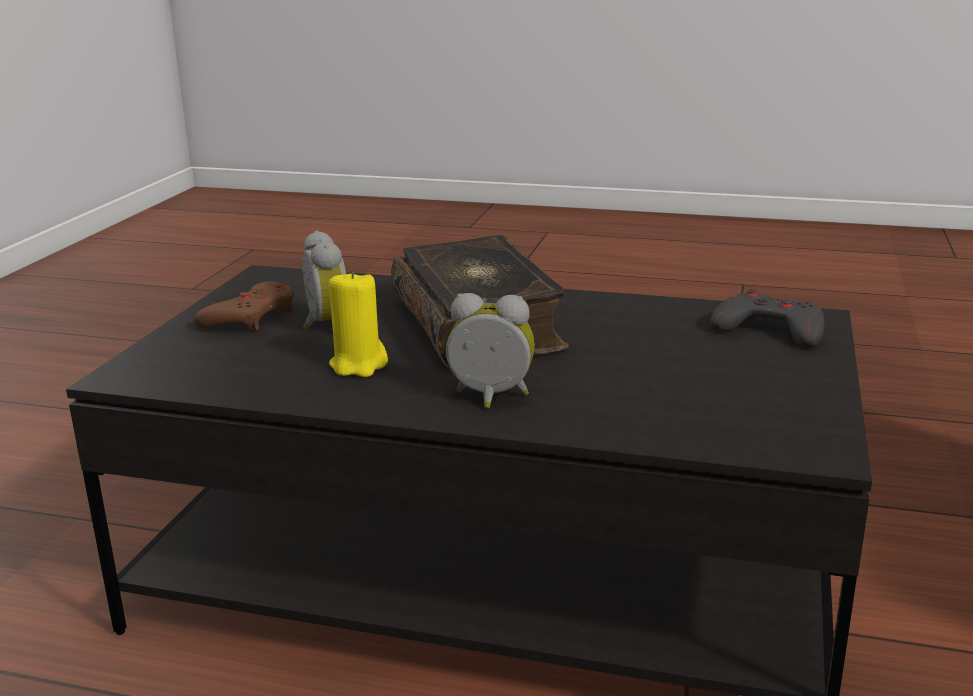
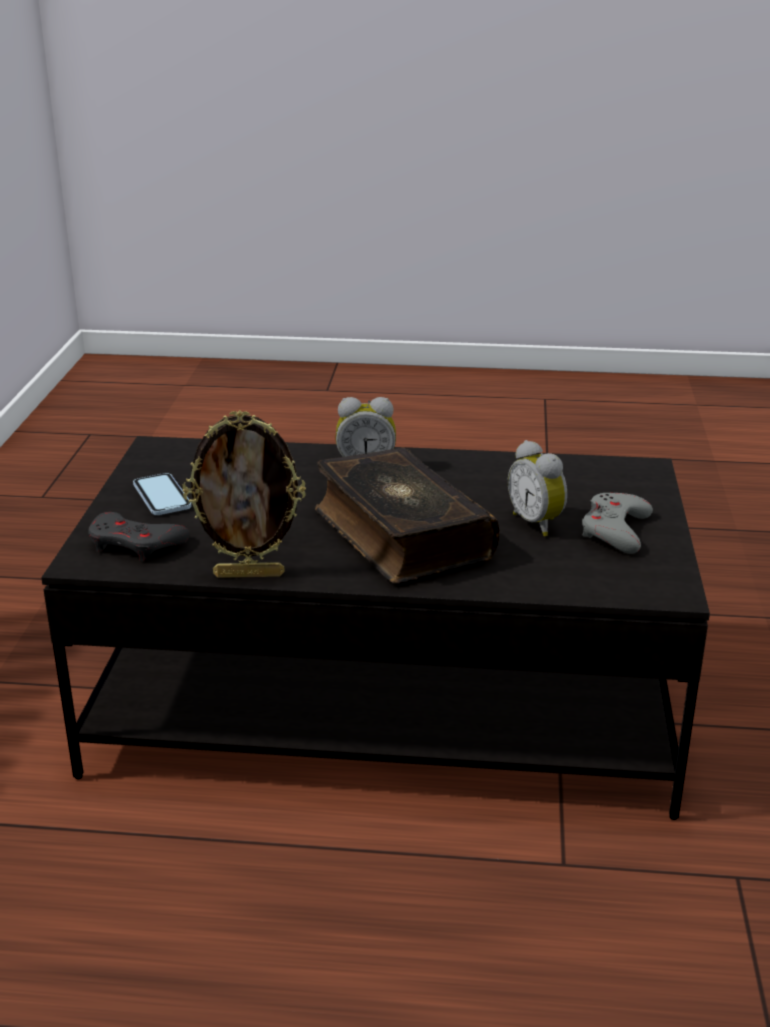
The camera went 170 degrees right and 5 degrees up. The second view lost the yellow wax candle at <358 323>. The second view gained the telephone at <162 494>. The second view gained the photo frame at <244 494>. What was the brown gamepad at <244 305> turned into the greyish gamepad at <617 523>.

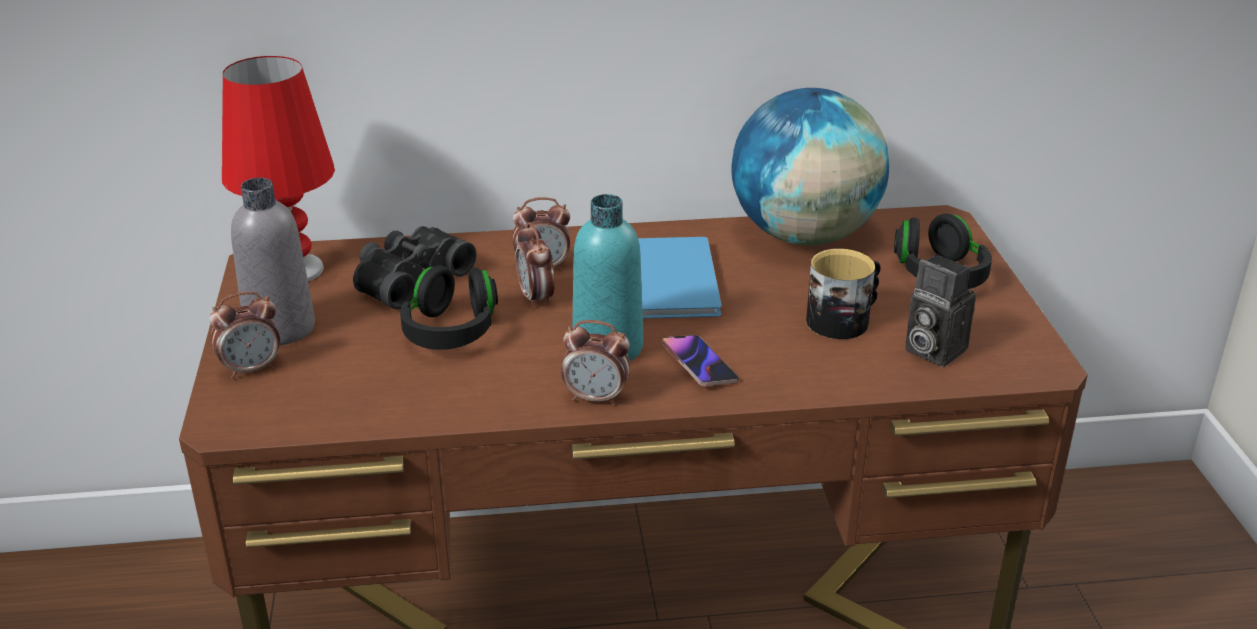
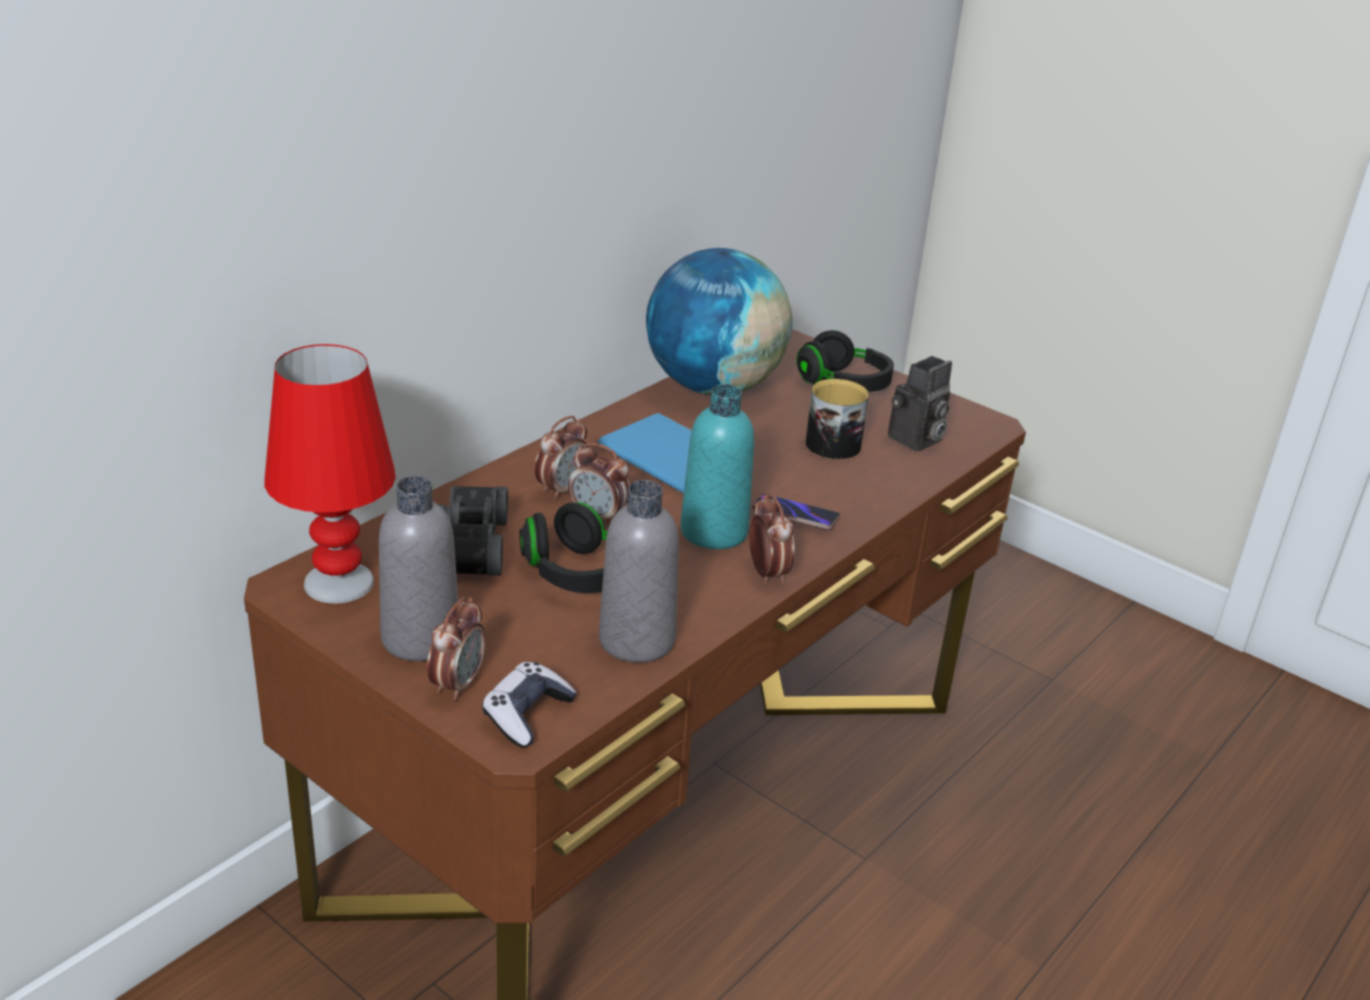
The camera went 45 degrees left and 0 degrees up. The second view gained the gamepad at <529 704>. The second view gained the greyish bottle at <639 571>. The alarm clock at <595 363> ended up facing another way, 75 degrees counterclockwise from before. The photo camera at <940 310> ended up facing another way, 45 degrees counterclockwise from before.

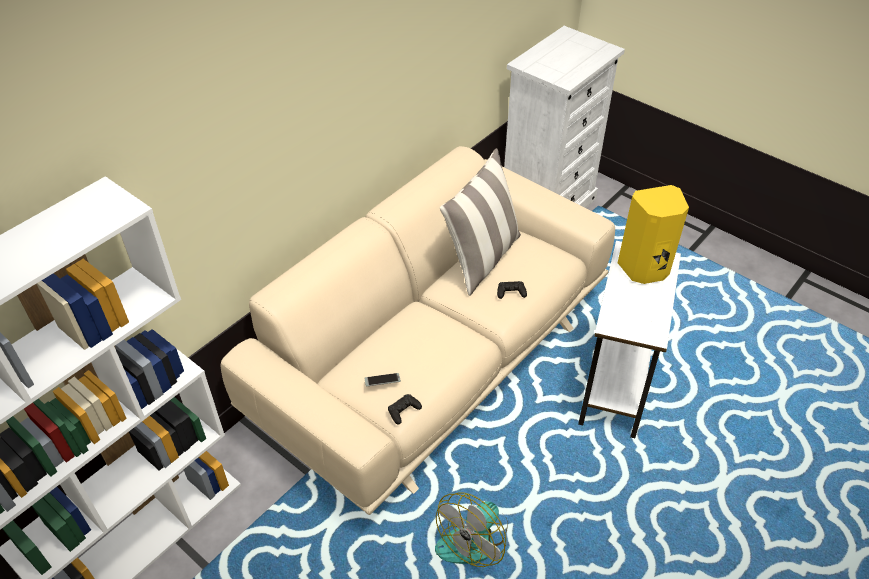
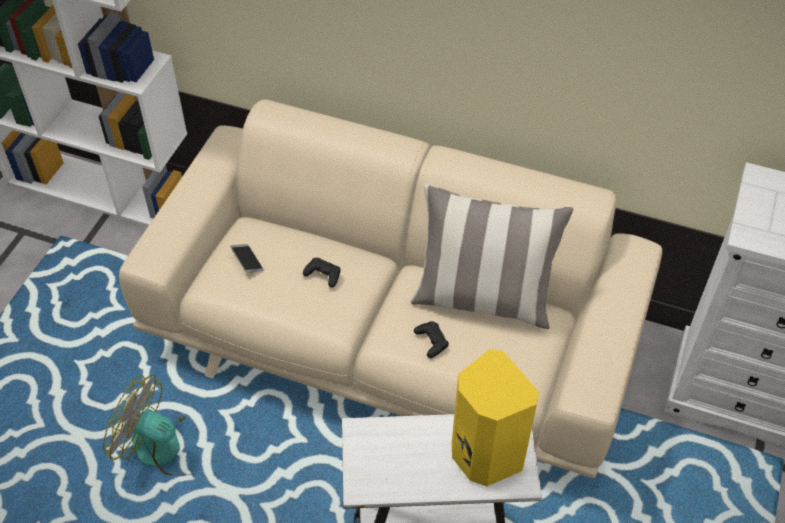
The camera went 70 degrees right and 5 degrees up. The black-coloured gamepad ended up elsewhere, having gone from <405 409> to <322 273>.

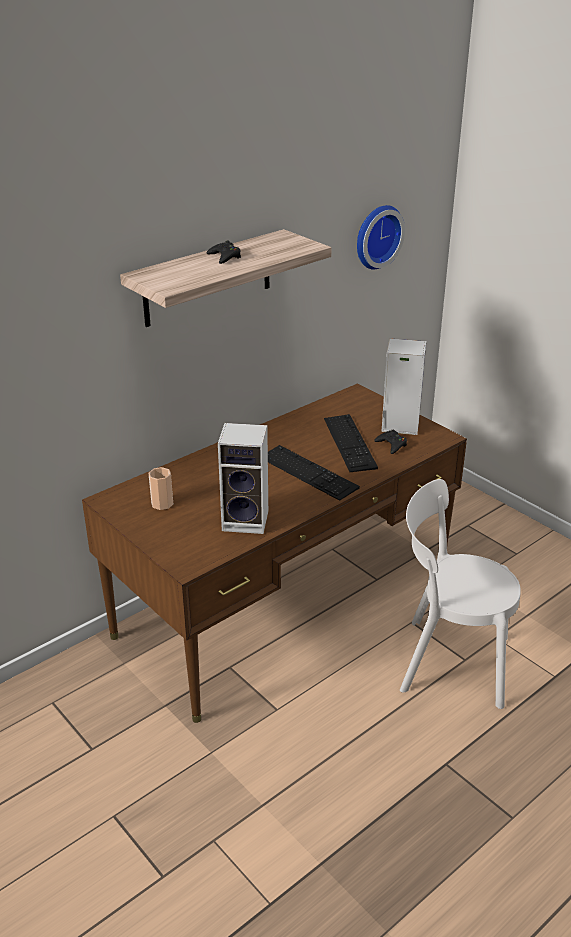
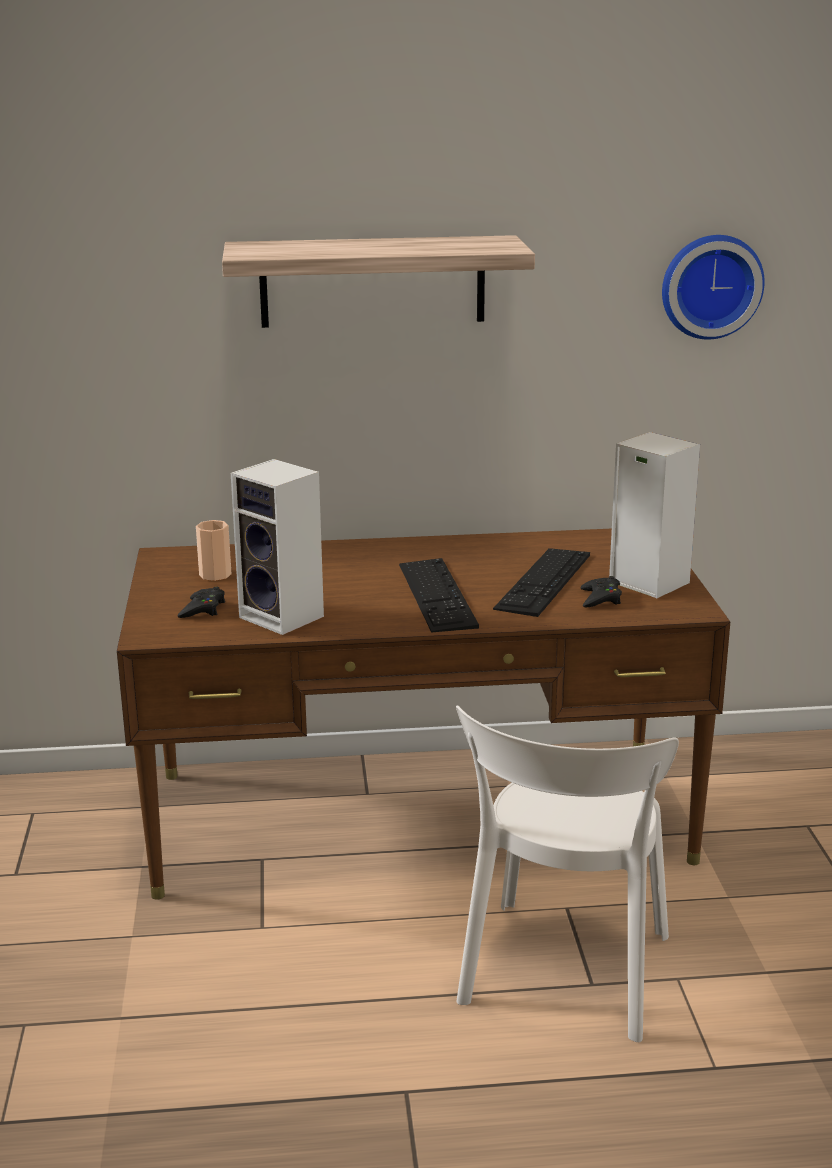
The camera went 35 degrees right and 10 degrees down. The black-coloured gamepad ended up elsewhere, having gone from <224 252> to <201 602>. The white-coloured chair at <460 594> ended up facing another way, 120 degrees counterclockwise from before.

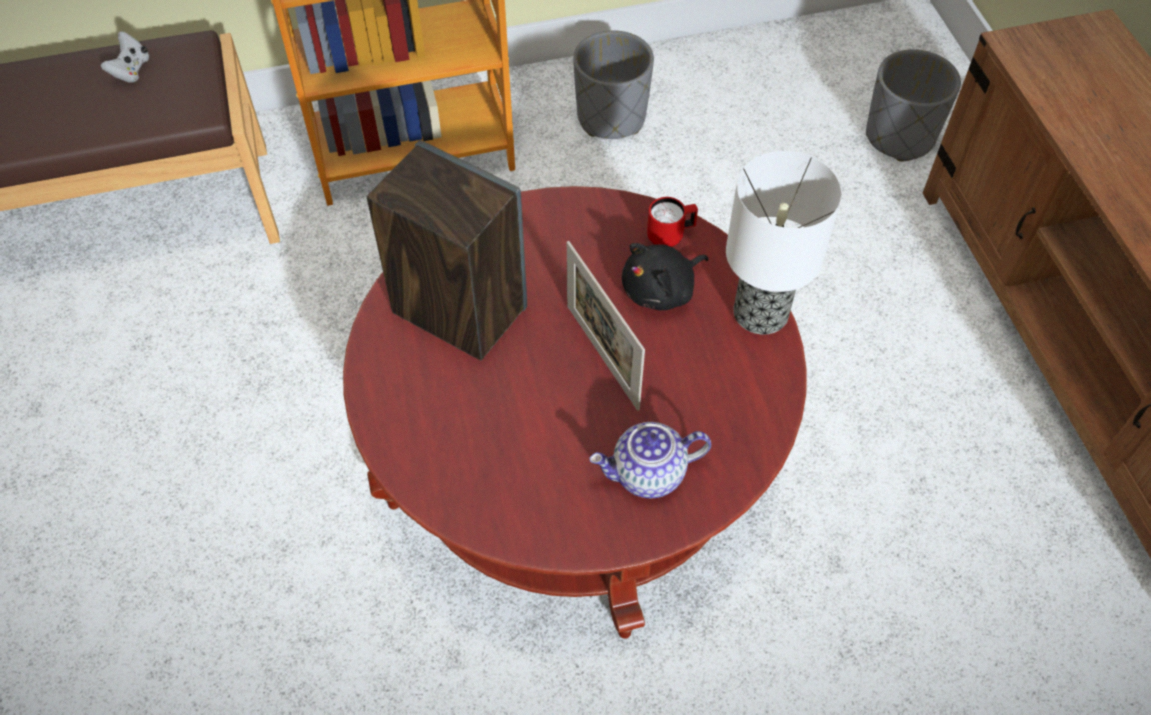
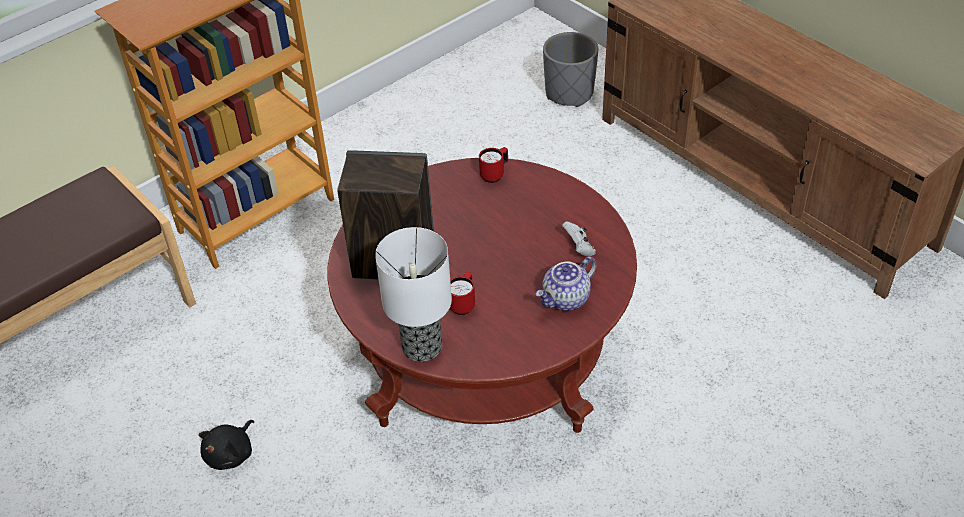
The camera went 25 degrees left and 10 degrees down. The second view lost the photo frame at <606 326>. The second view lost the greyish plant pot at <613 84>. The second view gained the red coffee mug at <462 293>. The white-coloured gamepad ended up elsewhere, having gone from <125 57> to <579 239>. The black-coloured plush toy ended up elsewhere, having gone from <665 277> to <226 445>. The table lamp ended up elsewhere, having gone from <784 242> to <413 294>.

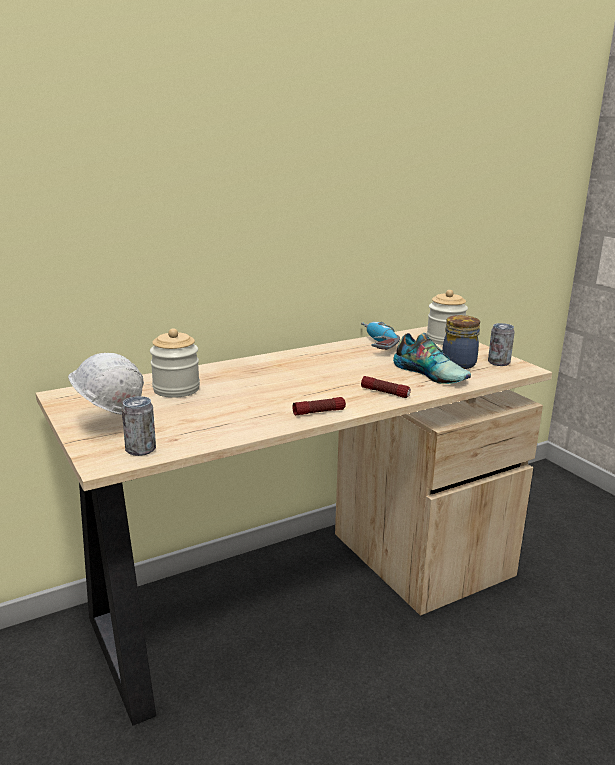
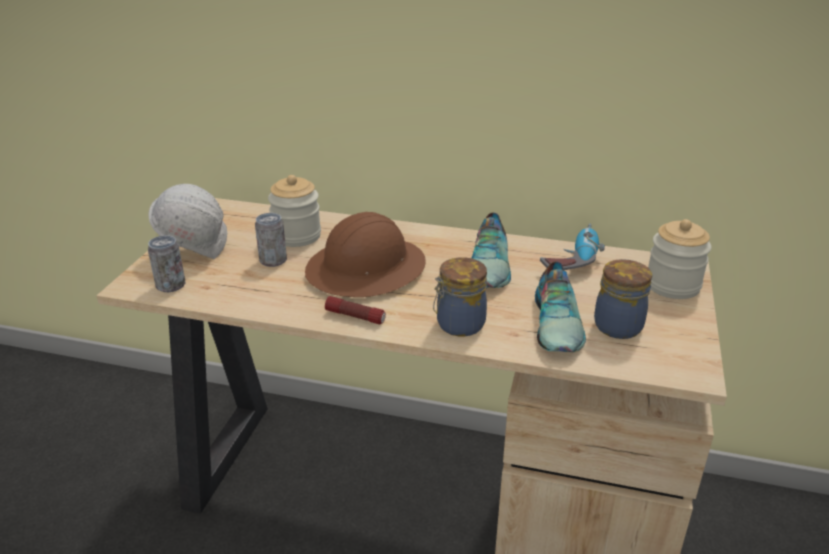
The camera went 45 degrees right and 10 degrees up. The second view gained the brown safety helmet at <365 254>. The second view gained the low shoe at <491 250>. The can ended up elsewhere, having gone from <501 344> to <271 240>. Where the torch stood at <386 387>, the jar came to stand at <460 297>.

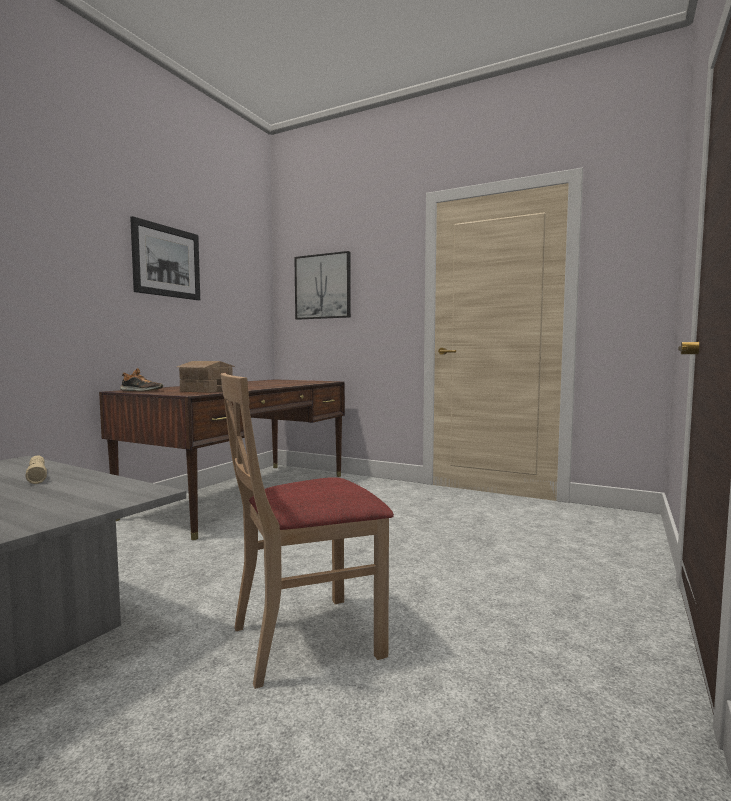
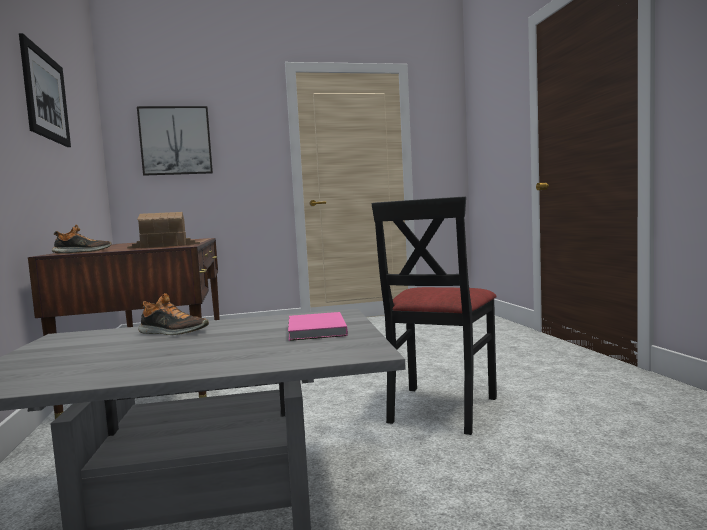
The camera went 40 degrees left and 0 degrees up. The second view gained the pink book at <318 326>. Where the beige torch stood at <36 469>, the low shoe came to stand at <173 314>. What was the beige chair at <307 531> turned into the black-coloured chair at <434 315>.

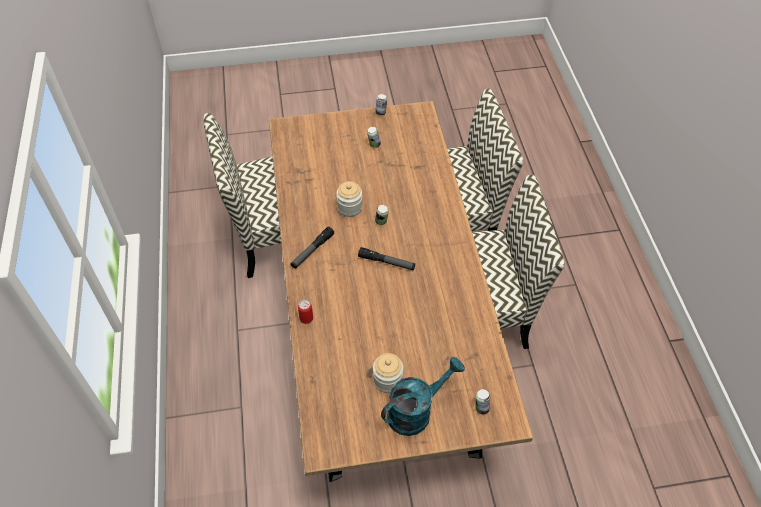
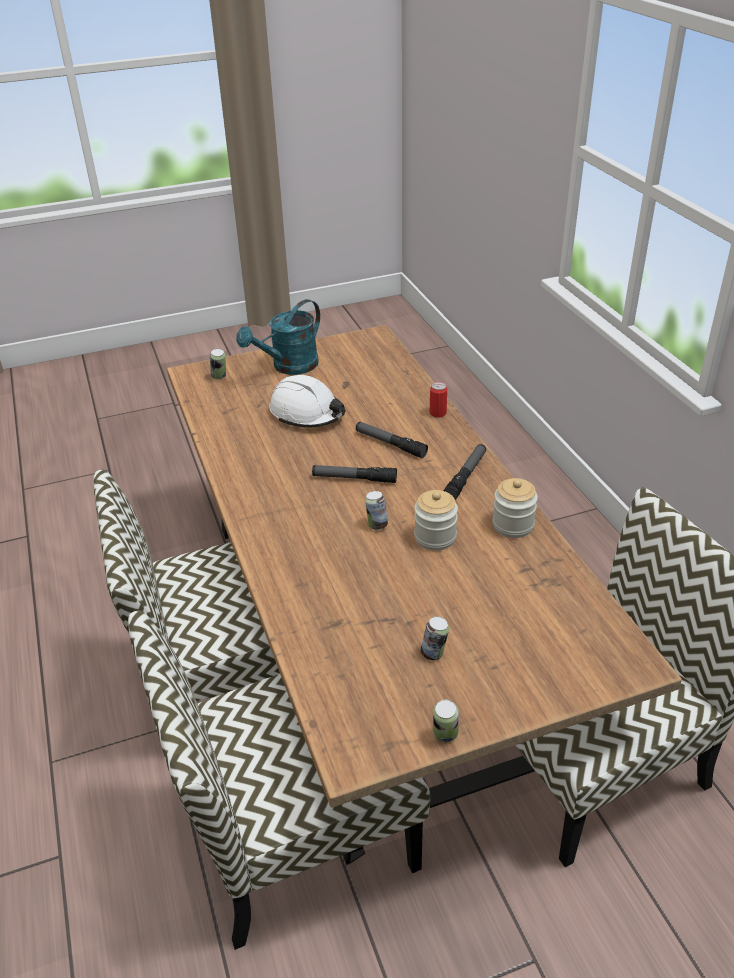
The camera went 170 degrees right and 15 degrees down. The second view gained the white-coloured safety helmet at <307 401>. The second view gained the torch at <392 440>. The jar ended up elsewhere, having gone from <388 373> to <515 508>.

